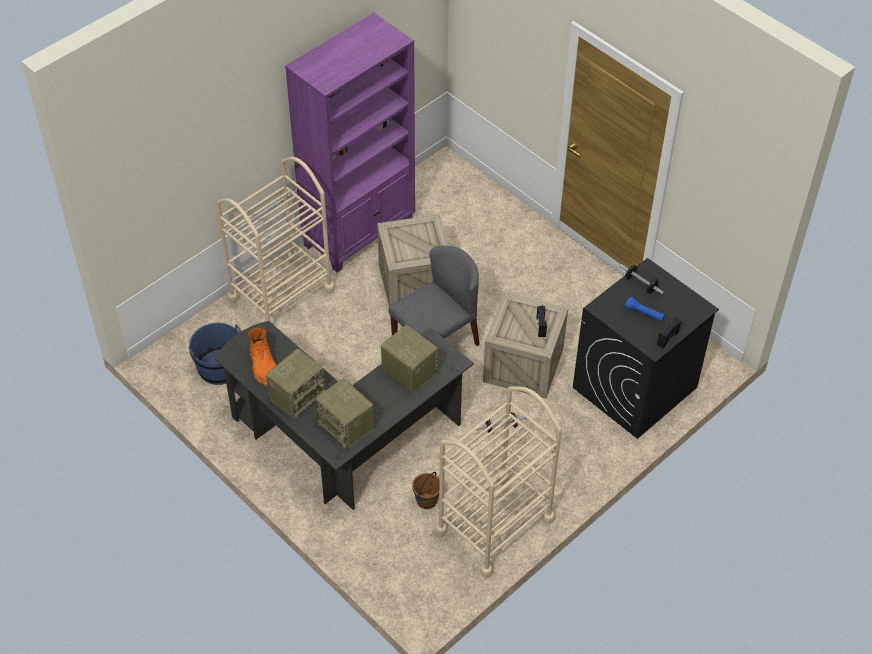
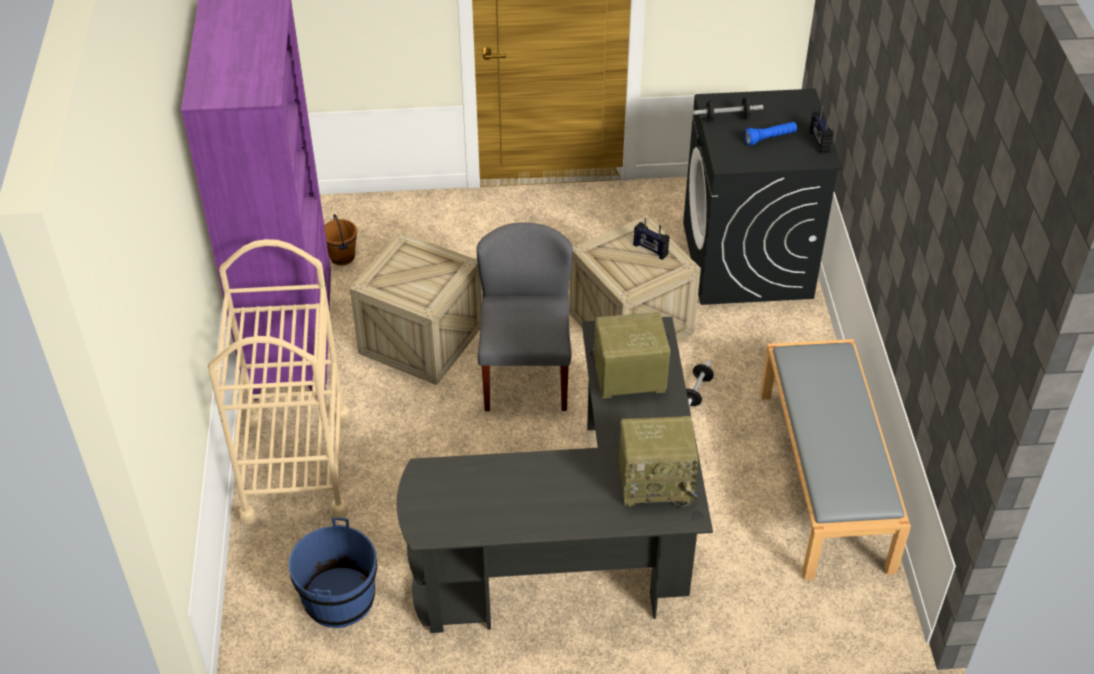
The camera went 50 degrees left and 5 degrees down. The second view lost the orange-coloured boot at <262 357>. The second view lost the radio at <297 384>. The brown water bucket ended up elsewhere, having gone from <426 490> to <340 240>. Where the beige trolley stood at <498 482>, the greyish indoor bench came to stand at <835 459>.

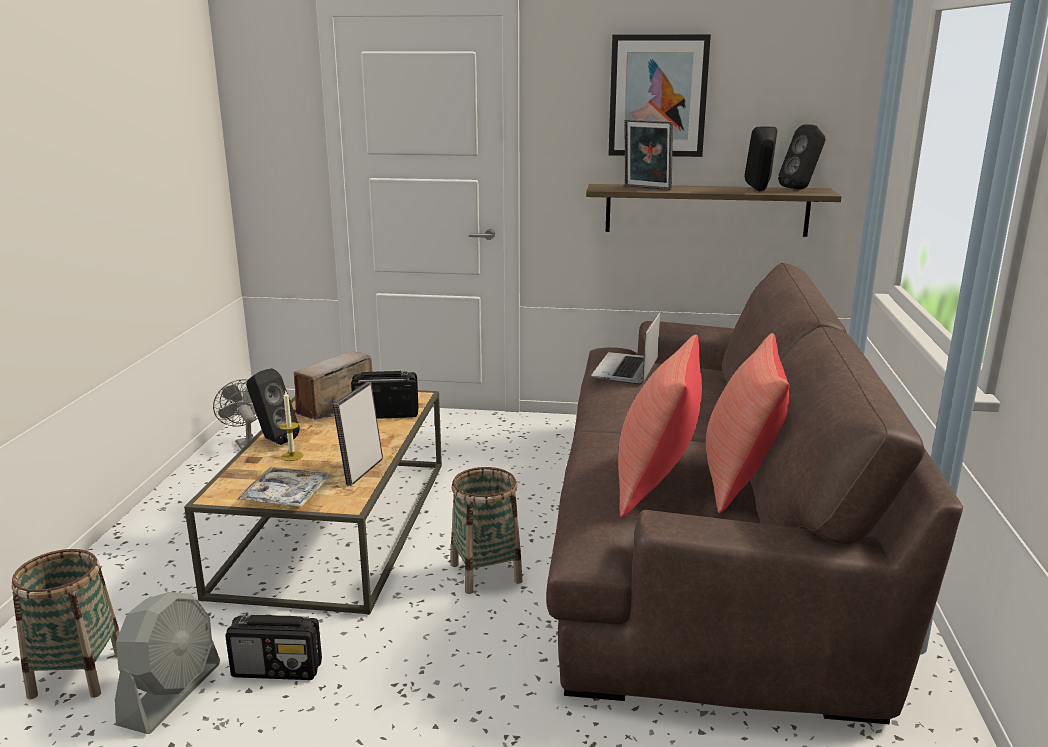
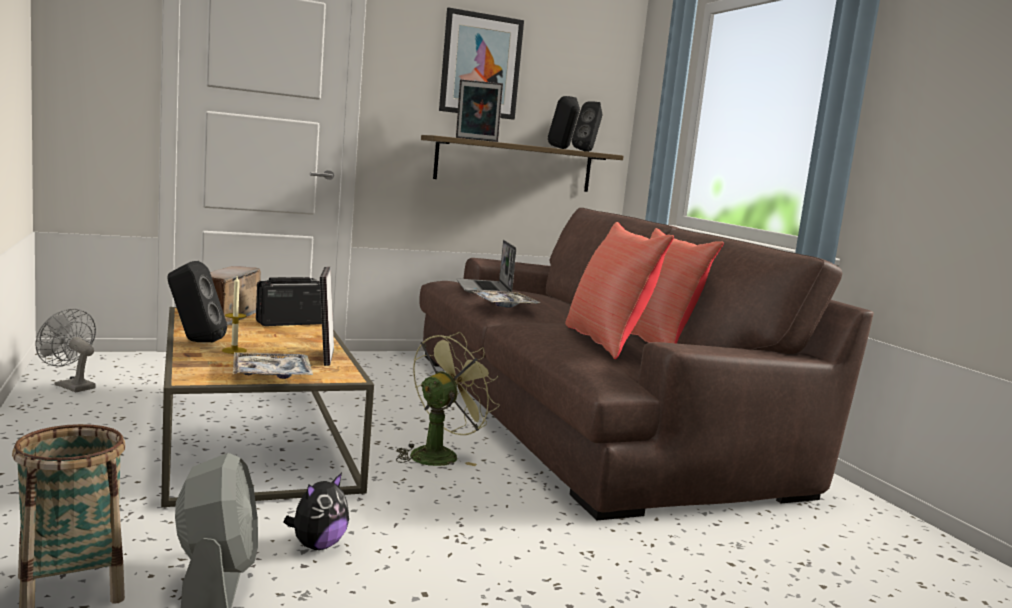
The camera went 30 degrees left and 10 degrees down. The second view gained the carrying tray at <506 299>. Where the radio stood at <273 646>, the plush toy came to stand at <316 511>. Where the storage basket stood at <486 530>, the greenish cooling fan came to stand at <448 399>.

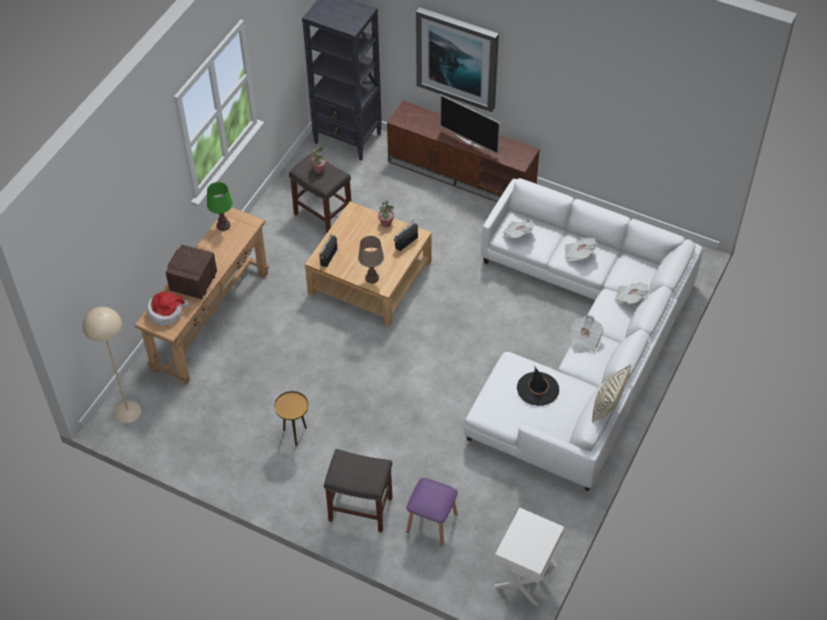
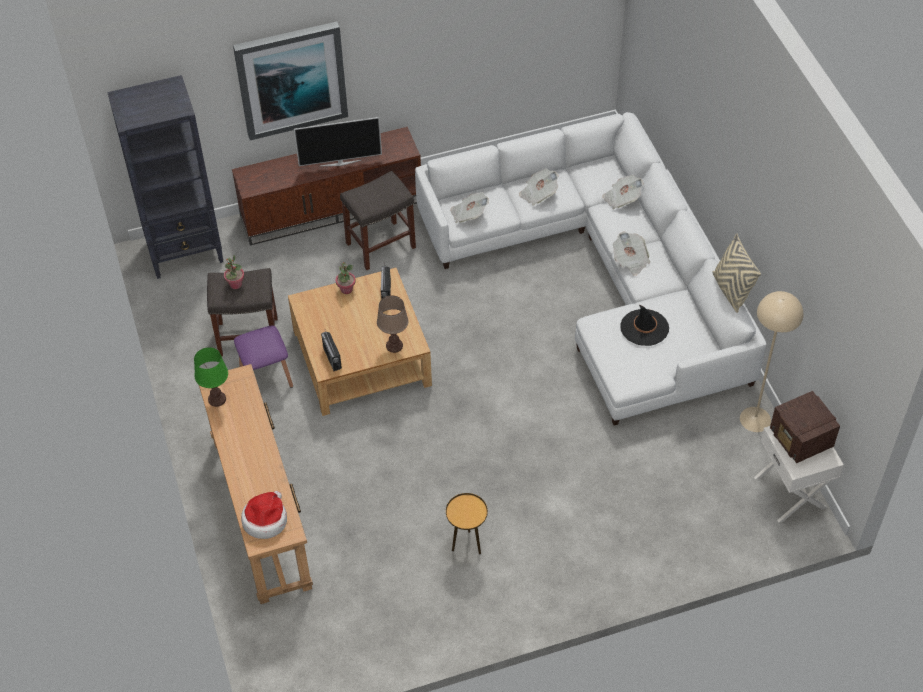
The camera went 45 degrees left and 0 degrees up. The beige standing lamp ended up elsewhere, having gone from <112 365> to <771 361>. The radio ended up elsewhere, having gone from <191 271> to <805 427>. The greyish stool ended up elsewhere, having gone from <358 491> to <378 220>. The purple stool ended up elsewhere, having gone from <432 512> to <263 357>.

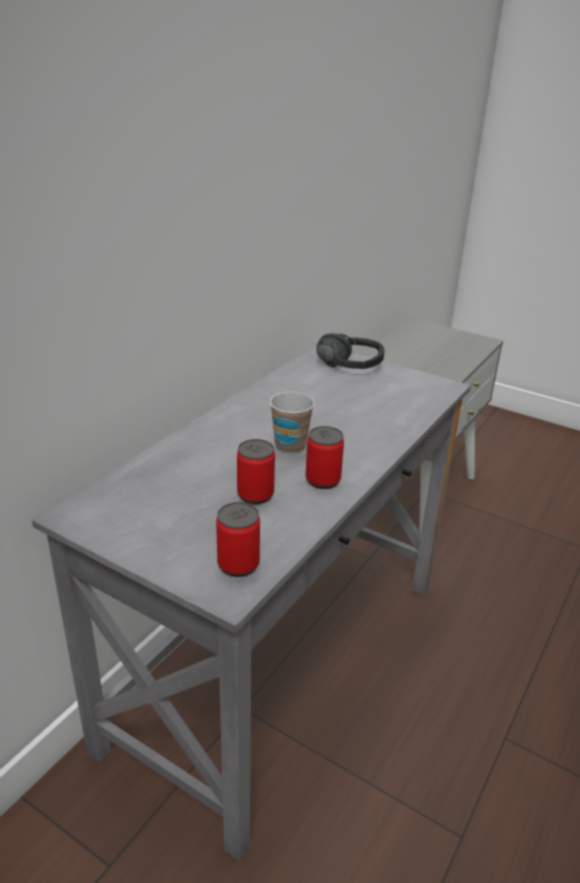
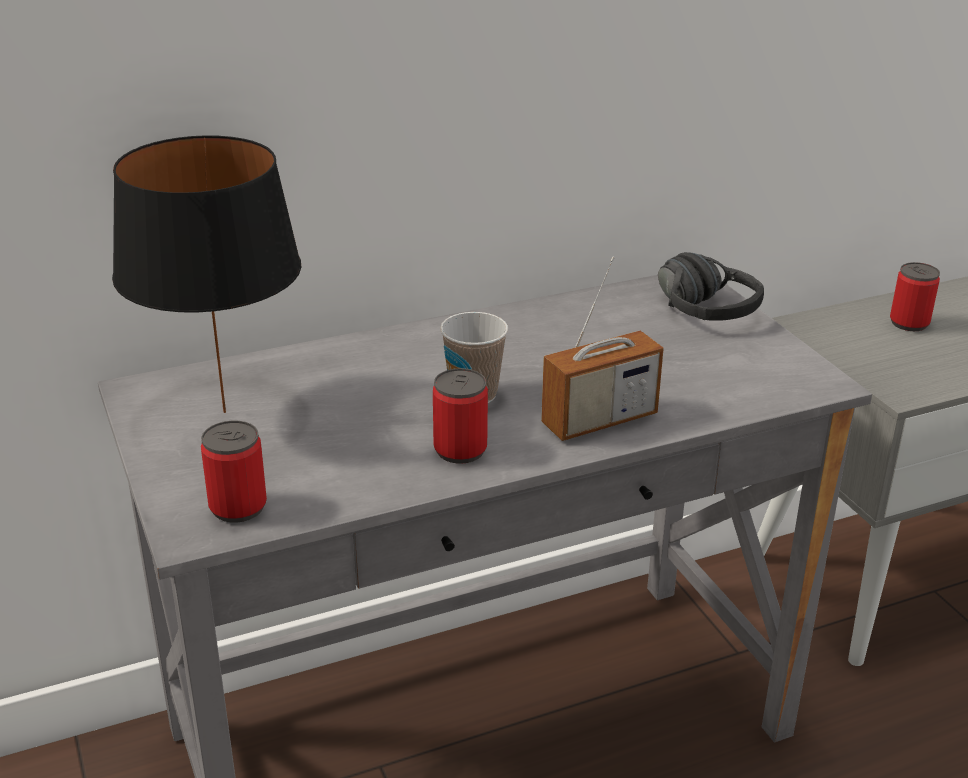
The camera went 35 degrees right and 0 degrees up. The second view gained the black-coloured table lamp at <206 274>. The second view gained the radio at <602 348>. The can ended up elsewhere, having gone from <256 471> to <915 296>.

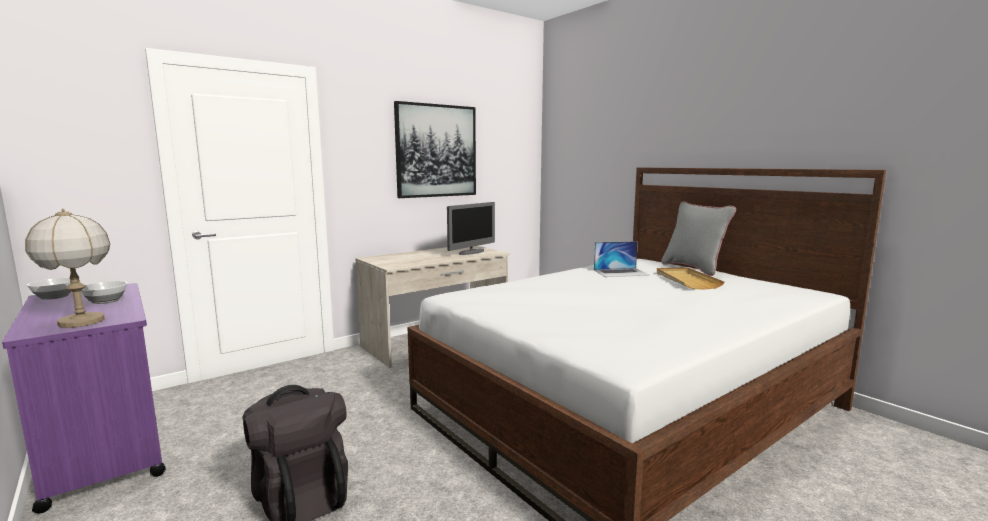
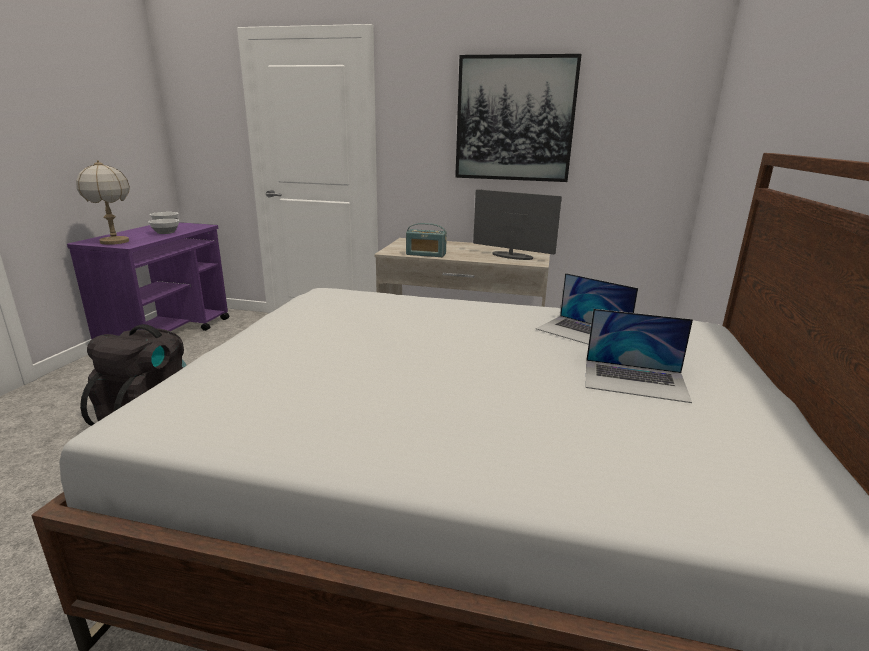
The camera went 50 degrees right and 10 degrees up. The second view lost the greyish throw pillow at <698 238>. The second view gained the radio at <426 240>. Where the beige carrying tray stood at <691 278>, the laptop came to stand at <639 356>. The computer display at <471 228> ended up facing another way, 150 degrees counterclockwise from before.

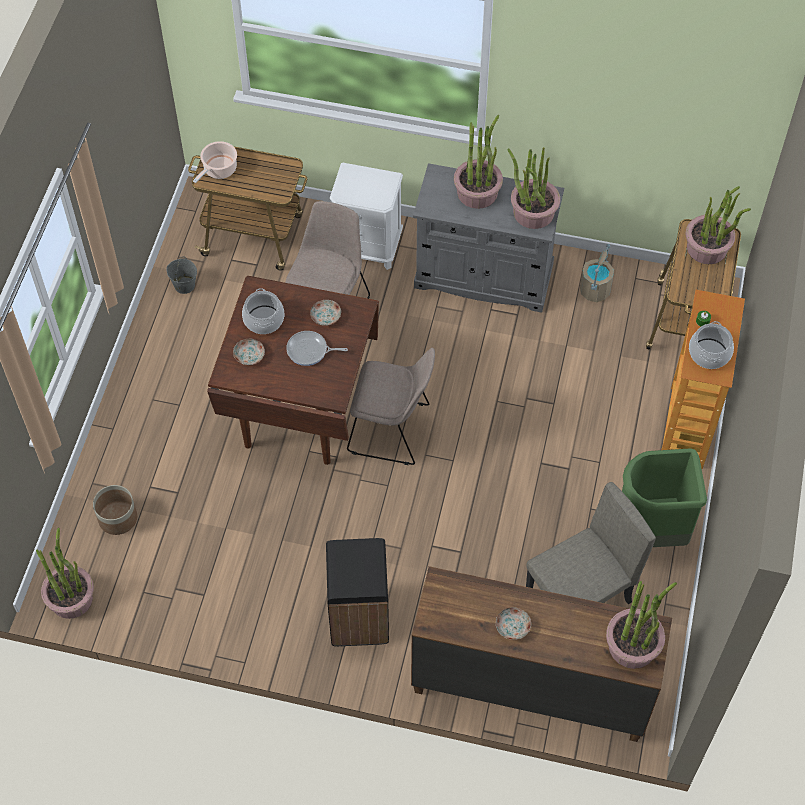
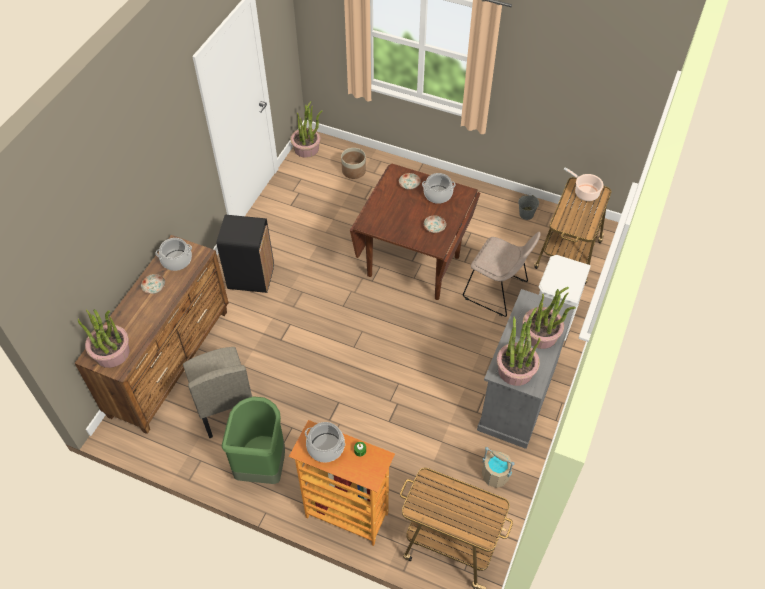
The camera went 100 degrees right and 5 degrees down. The second view lost the frying pan at <317 348>. The second view lost the beige chair at <391 406>. The second view lost the potted plant at <718 225>. The second view gained the cooking pot at <174 254>.

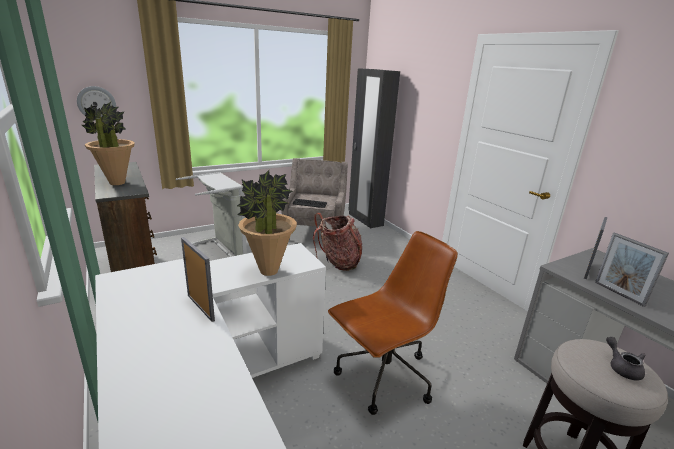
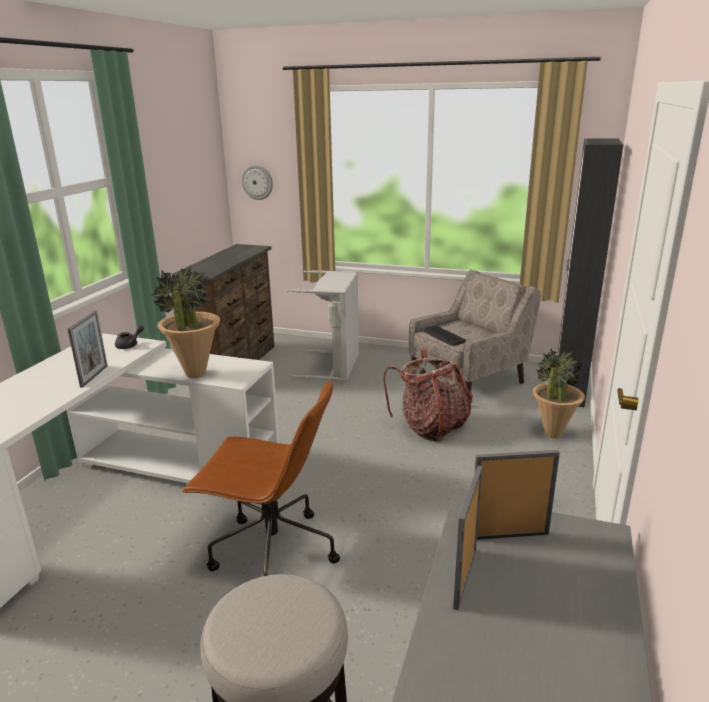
The camera went 50 degrees right and 0 degrees up. The potted plant ended up elsewhere, having gone from <108 143> to <559 392>. The greyish tea pot ended up elsewhere, having gone from <626 359> to <129 337>.

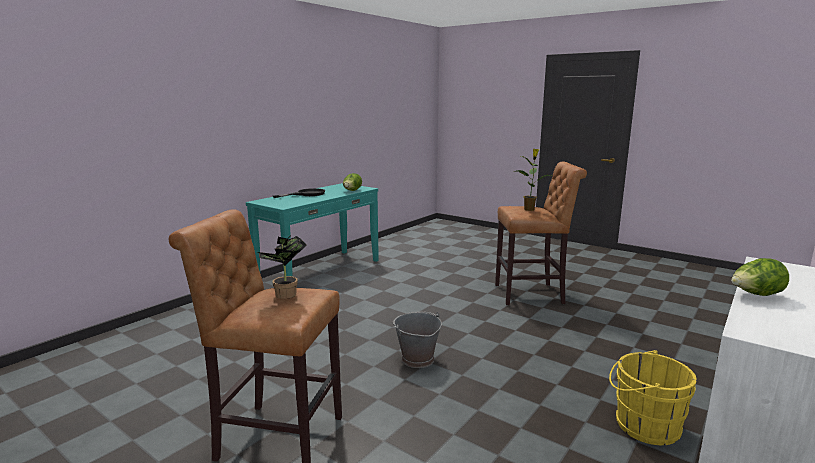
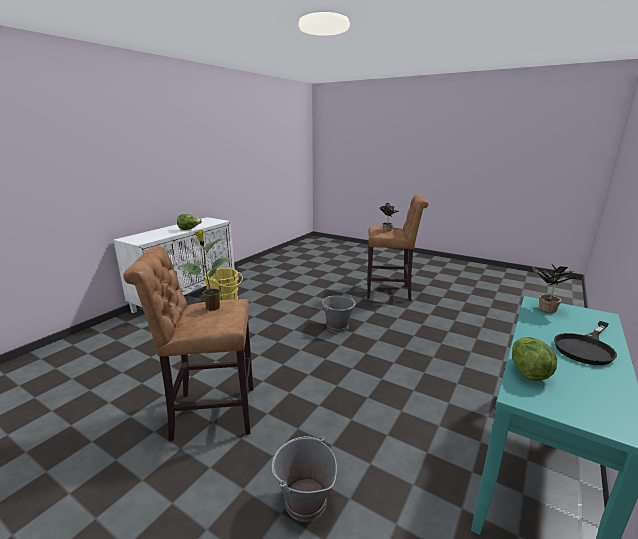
The camera went 175 degrees right and 5 degrees up. The second view gained the greyish water bucket at <304 479>. The second view gained the potted plant at <555 288>.

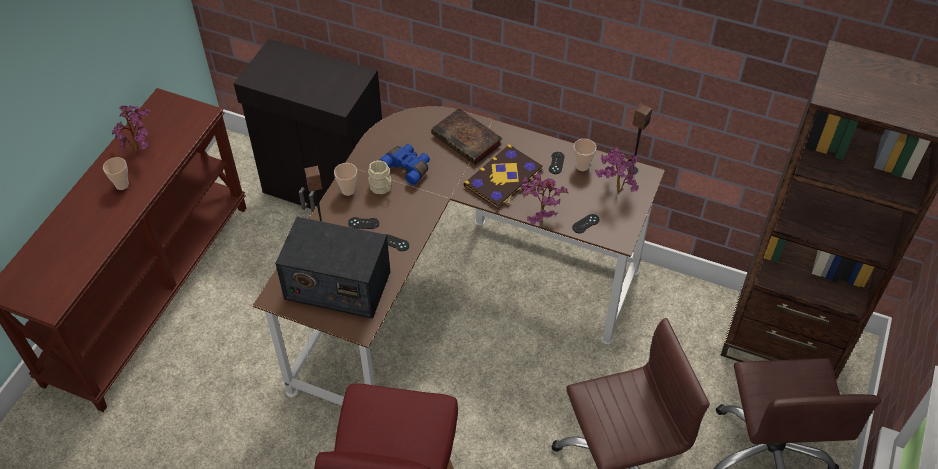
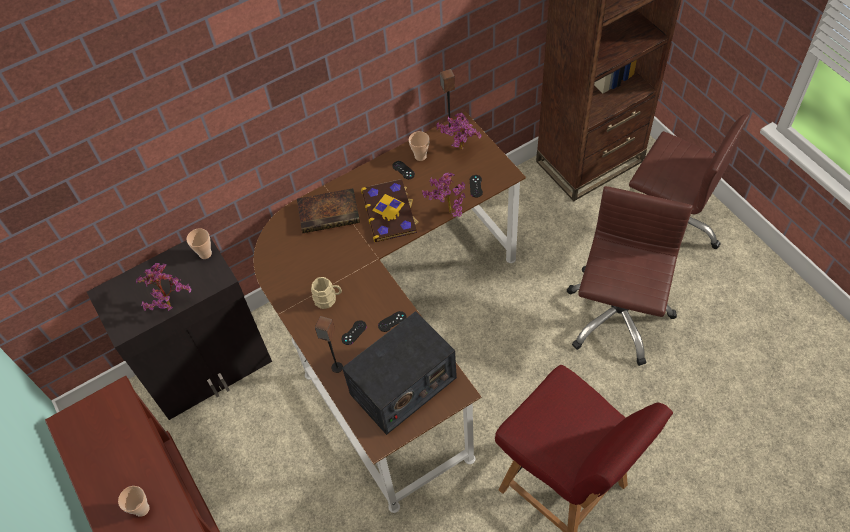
The camera went 50 degrees left and 5 degrees up. The second view lost the blue field glasses at <404 164>. The potted plant ended up elsewhere, having gone from <132 128> to <163 287>. The small cup ended up elsewhere, having gone from <345 179> to <199 243>.

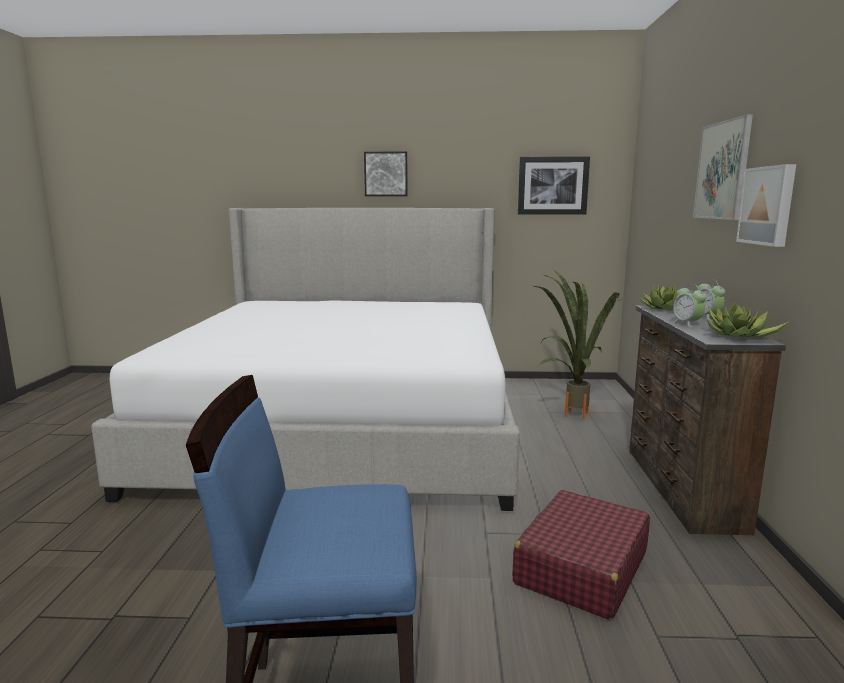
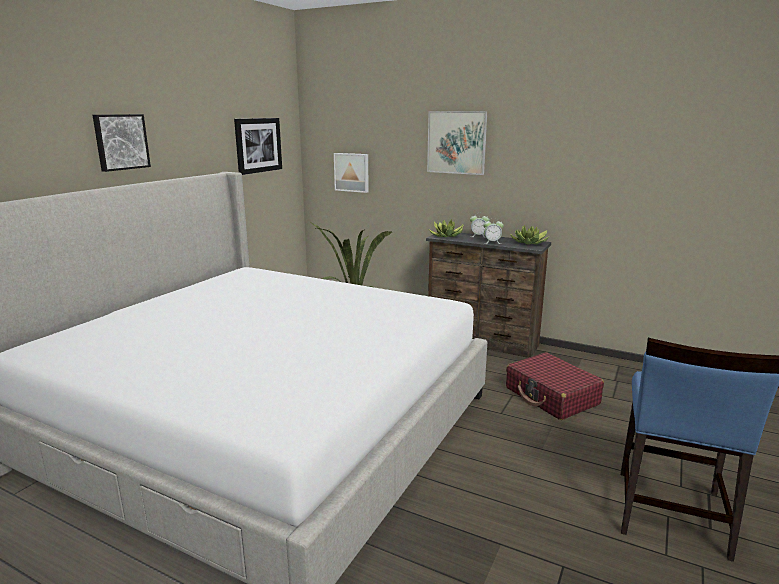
The camera went 65 degrees left and 5 degrees up. The wall art ended up elsewhere, having gone from <766 205> to <351 173>.

